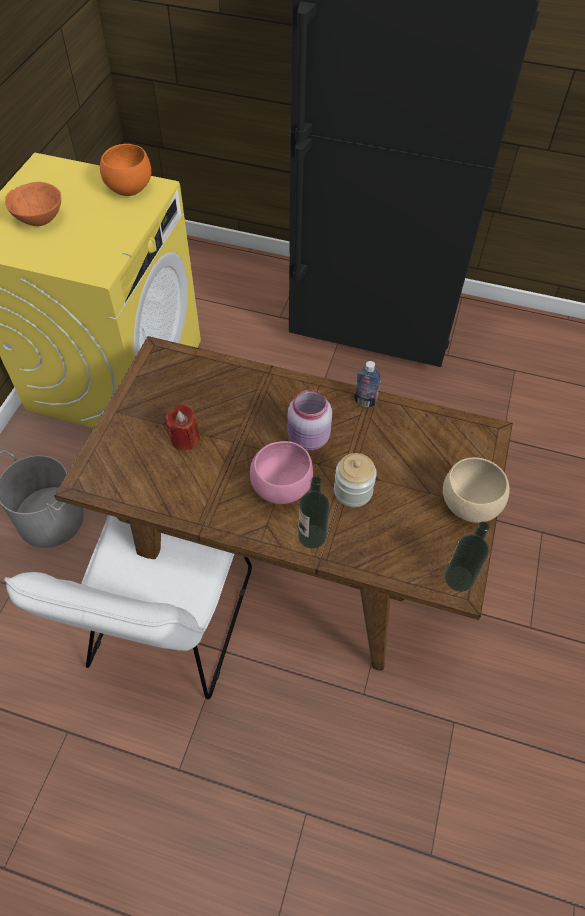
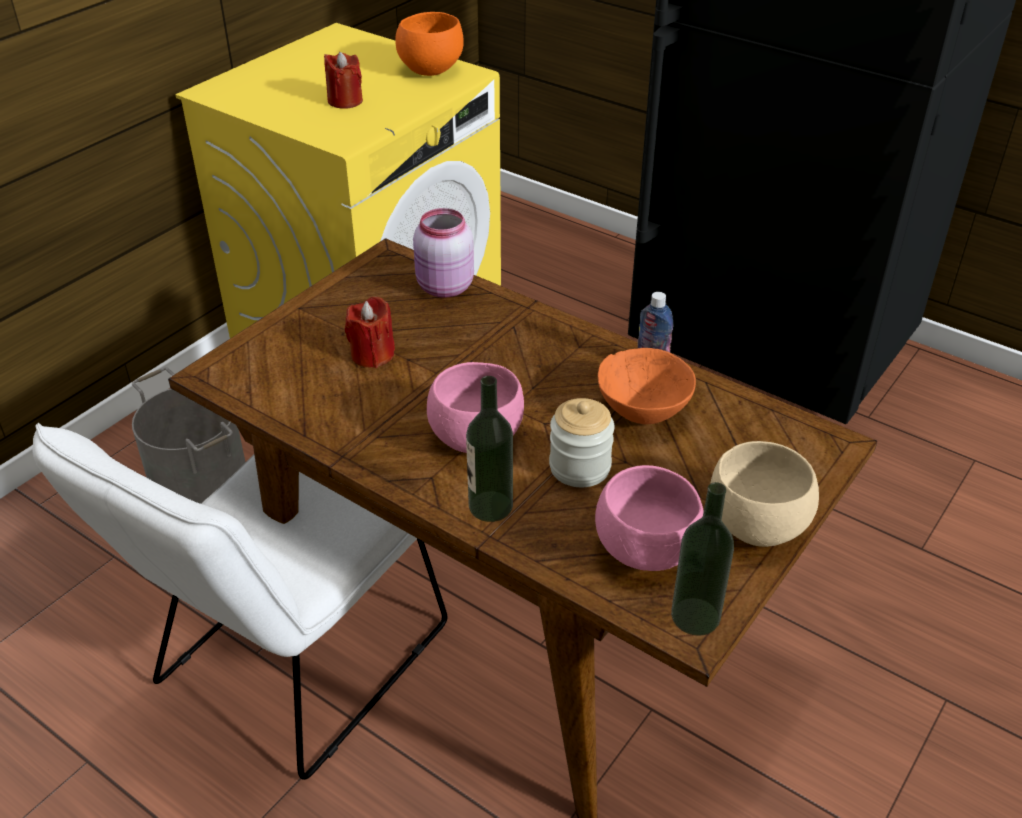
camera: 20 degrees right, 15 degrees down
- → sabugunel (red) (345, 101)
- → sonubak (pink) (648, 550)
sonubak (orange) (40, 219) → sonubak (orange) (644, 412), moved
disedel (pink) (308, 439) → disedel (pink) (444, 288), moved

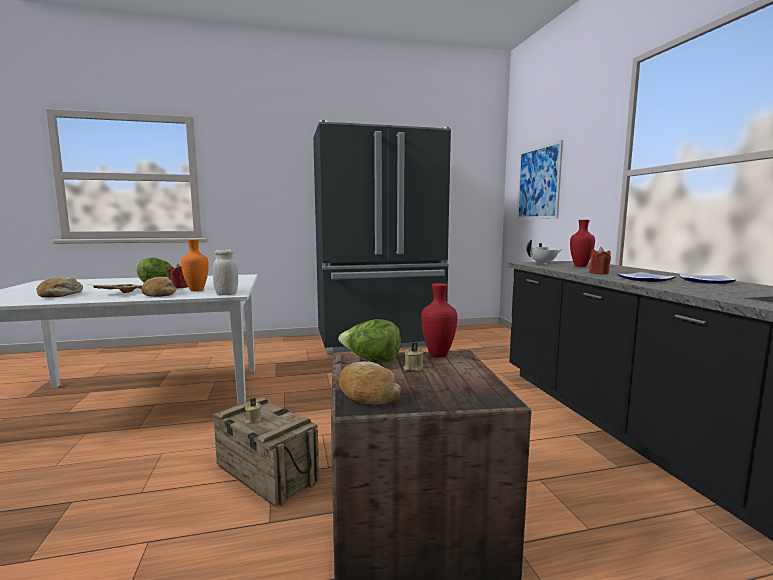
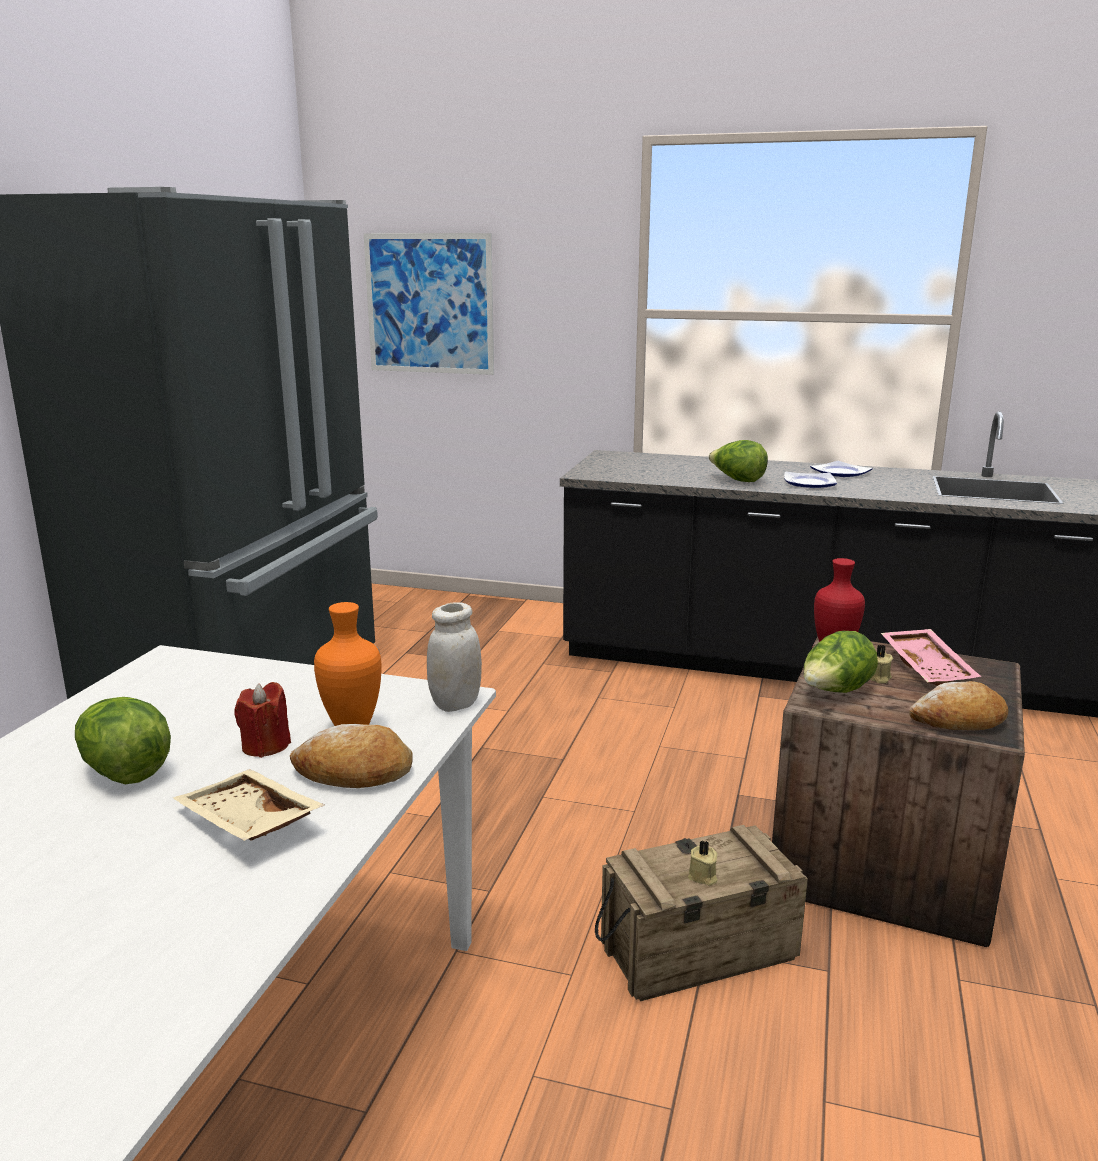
camera: 60 degrees left, 10 degrees up
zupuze (61, 294) → -
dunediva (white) (543, 263) → -
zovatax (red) (581, 266) → -
- → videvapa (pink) (929, 667)
sabugunel (red) (598, 273) → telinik (737, 480)

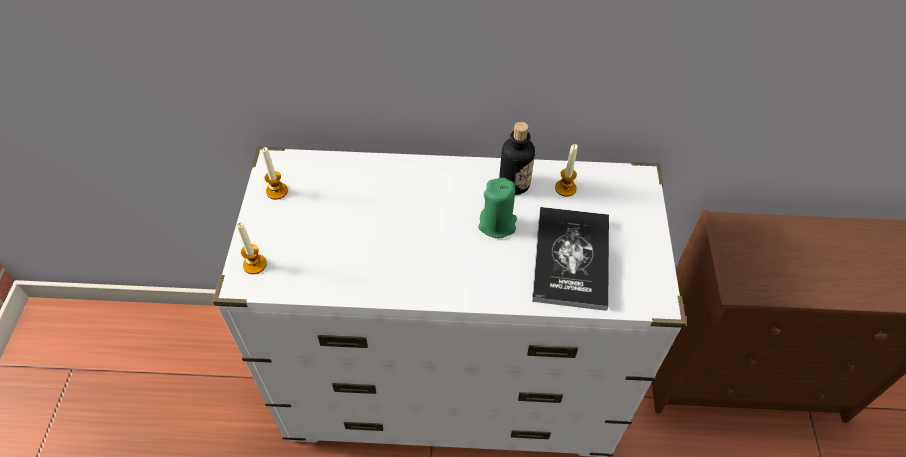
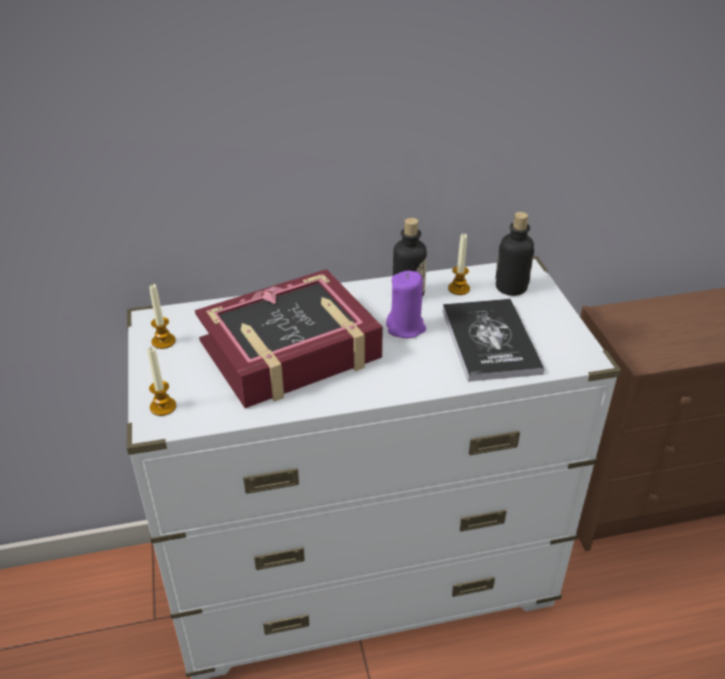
camera: 15 degrees left, 15 degrees down
- → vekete (290, 351)
- → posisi (511, 287)
sabugunel (green) (497, 224) → sabugunel (purple) (406, 327)

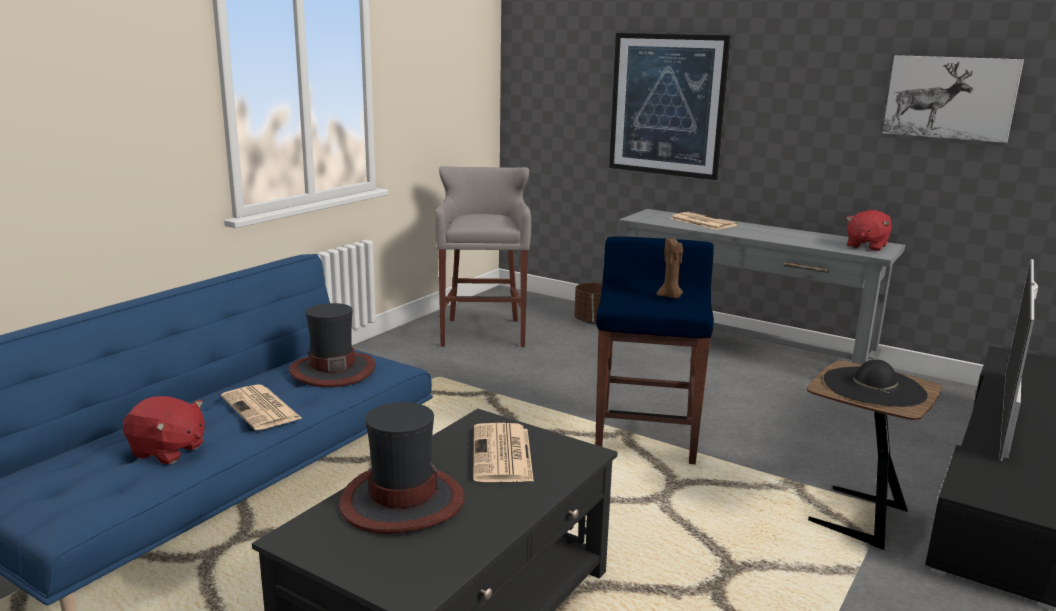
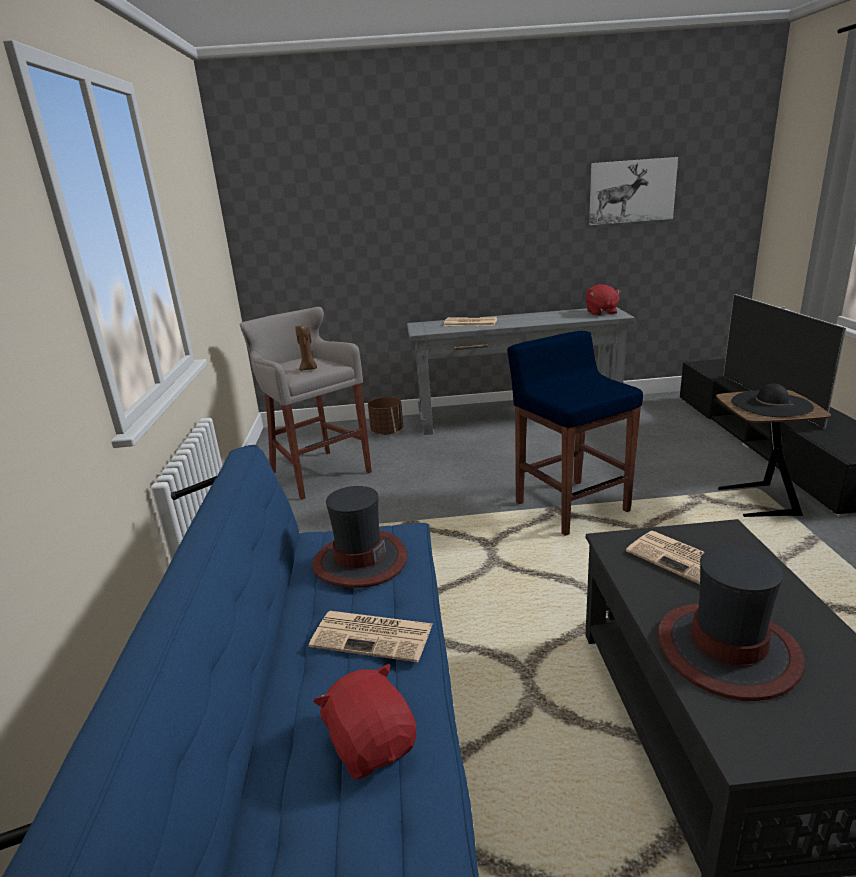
camera: 35 degrees left, 5 degrees up
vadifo (667, 105) → -
sabugunel (brown) (670, 296) → sabugunel (brown) (309, 369), moved
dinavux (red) (168, 451) → dinavux (red) (372, 744), 105 degrees counterclockwise

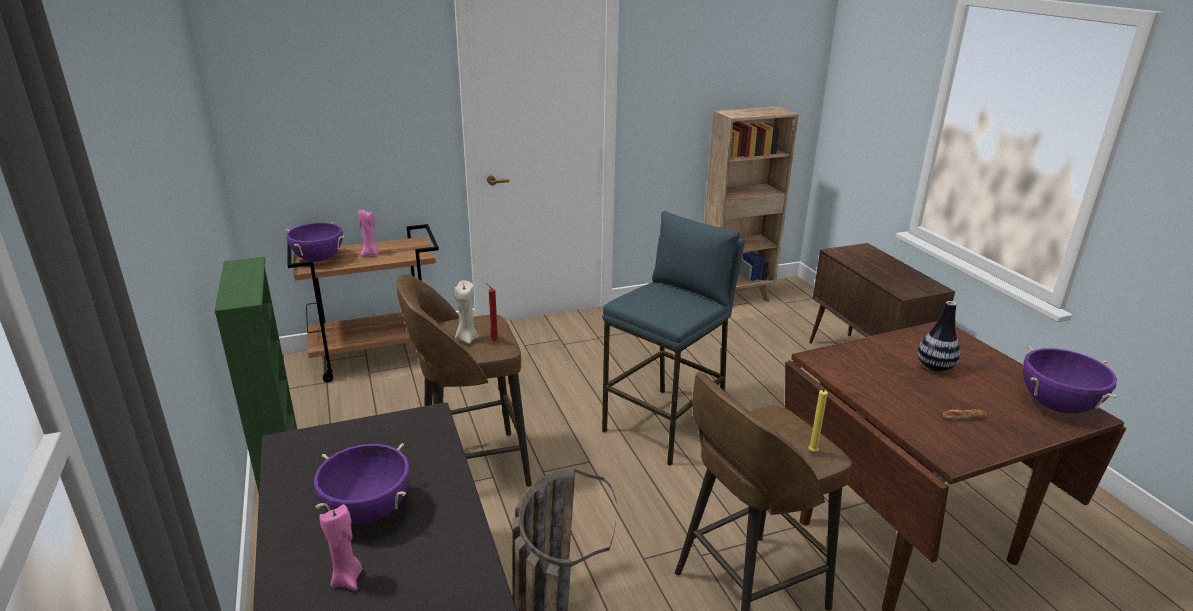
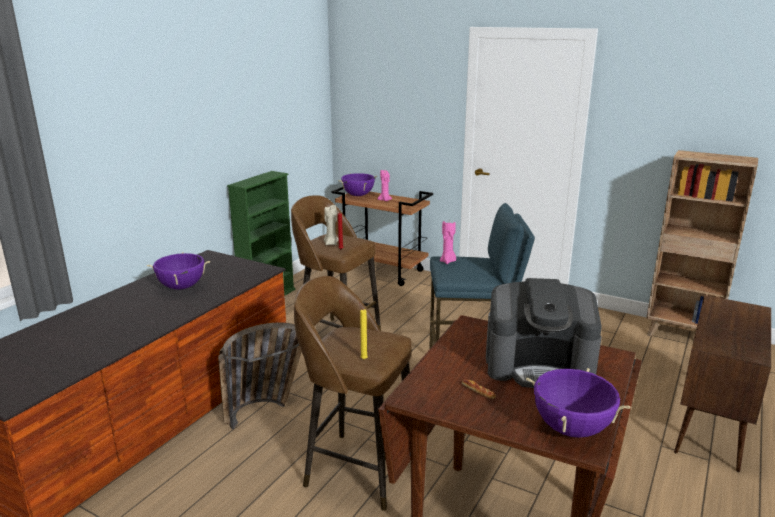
camera: 50 degrees right, 5 degrees down
sabugunel (pink) (347, 579) → sabugunel (pink) (448, 261), moved
zovatax (935, 367) → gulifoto (539, 365)

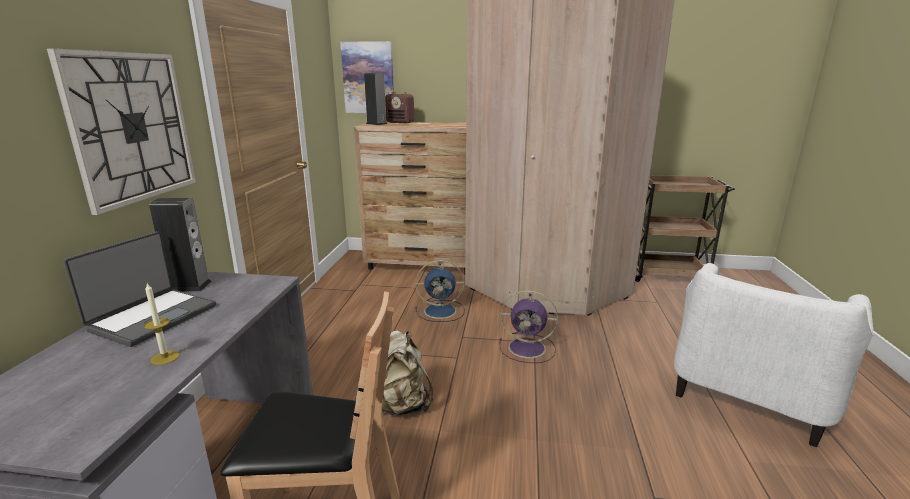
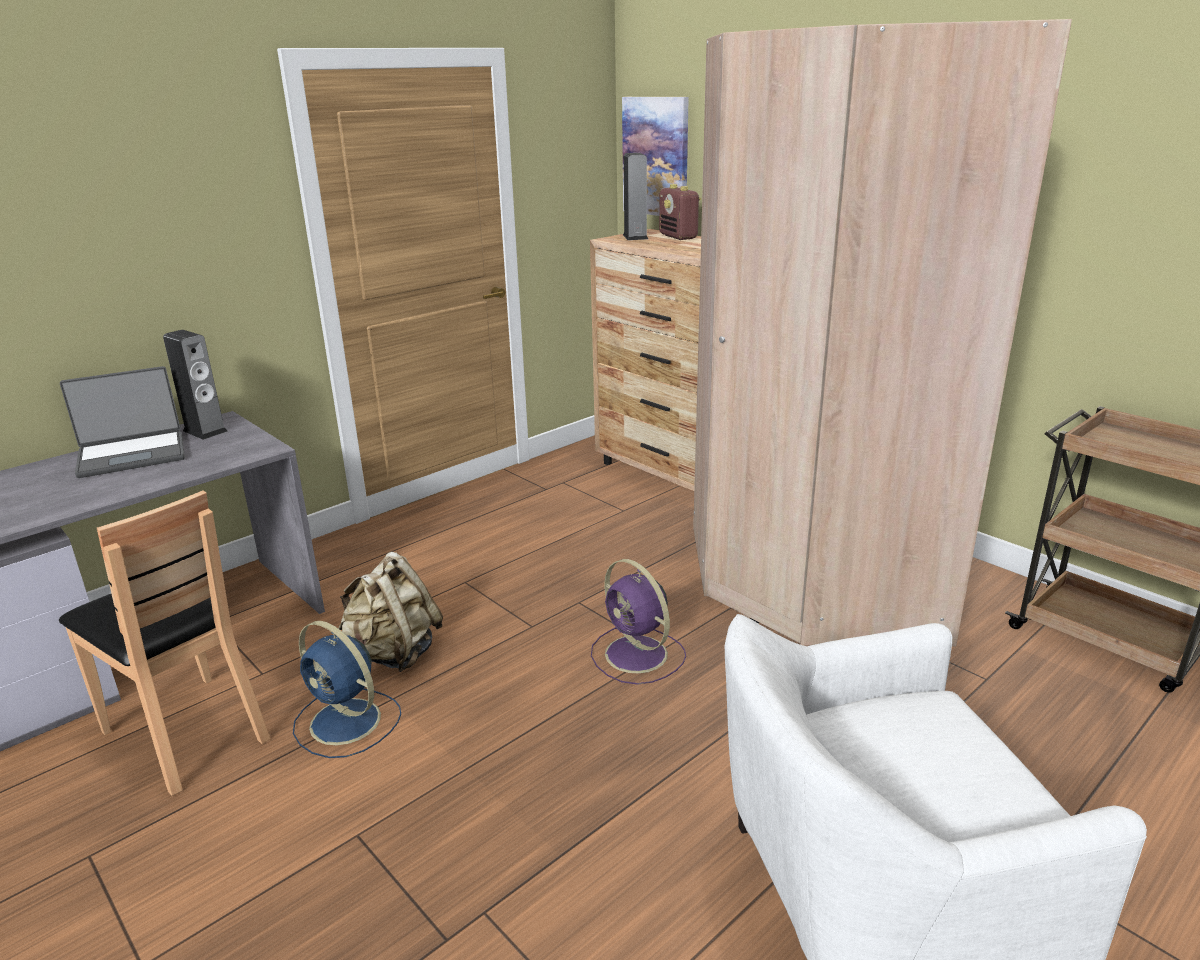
camera: 40 degrees right, 5 degrees up
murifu (132, 127) → -
sabugunel (165, 357) → -
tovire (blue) (441, 311) → tovire (blue) (347, 723), moved

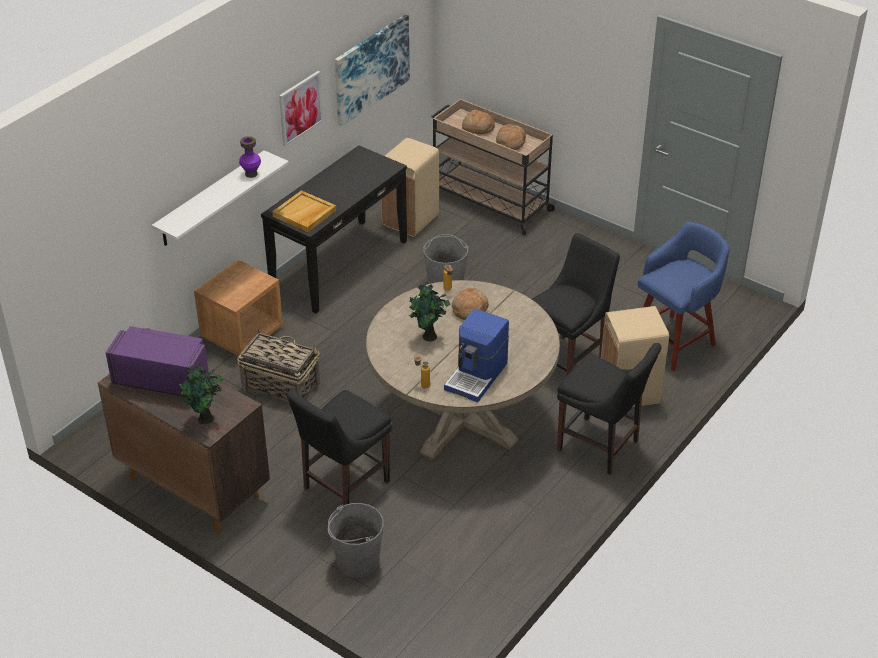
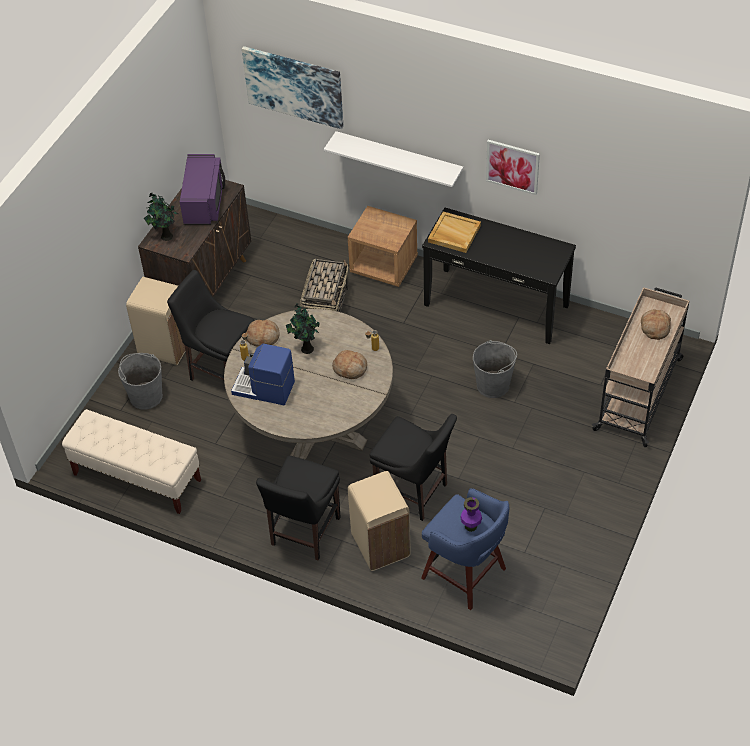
camera: 80 degrees right, 10 degrees up
- → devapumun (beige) (137, 477)
zovatax (purple) (251, 174) → zovatax (purple) (470, 526), moved
vadifo (371, 69) → vadifo (294, 86), moved
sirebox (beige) (410, 220) → sirebox (beige) (165, 346), moved
zupuze (510, 143) → zupuze (263, 337), moved

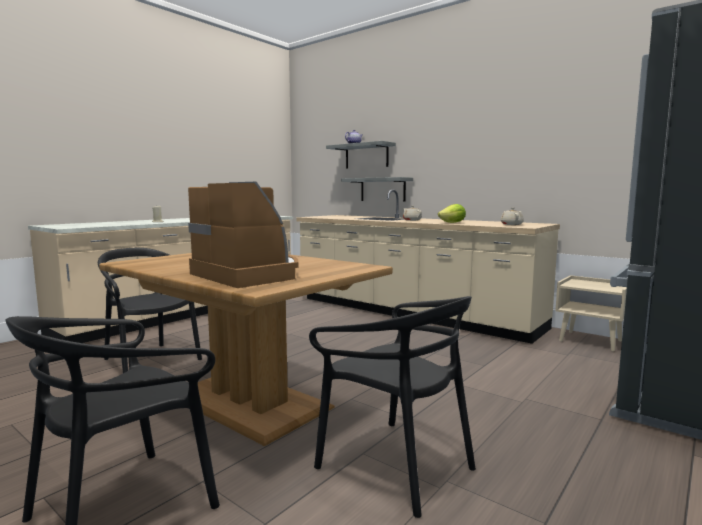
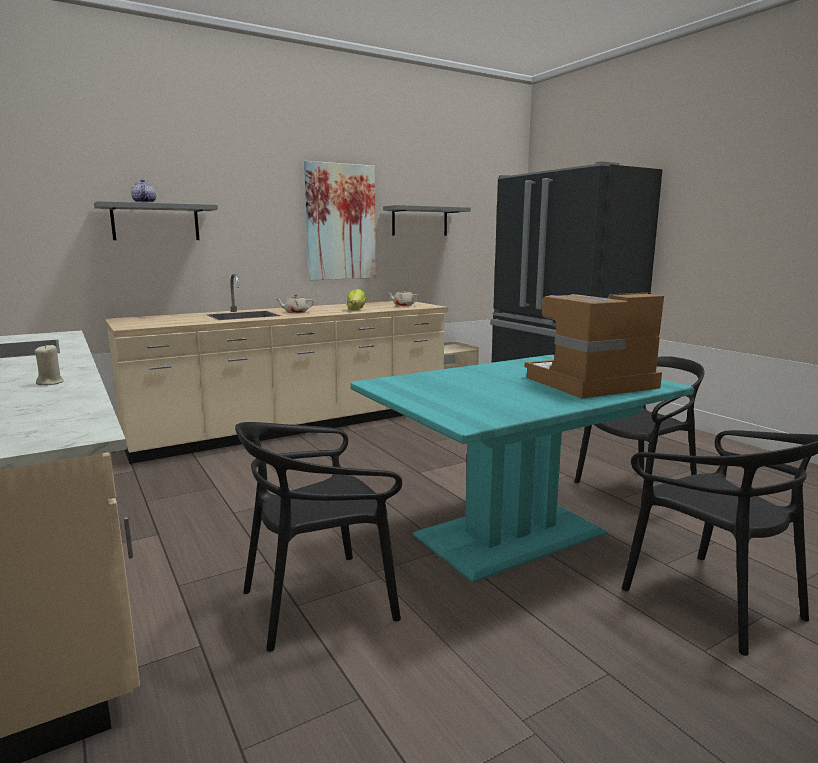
camera: 70 degrees left, 5 degrees up
- → vadifo (341, 222)
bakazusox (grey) (382, 189) → bakazusox (grey) (419, 221), moved
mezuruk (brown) (247, 402) → mezuruk (turquoise) (512, 535)

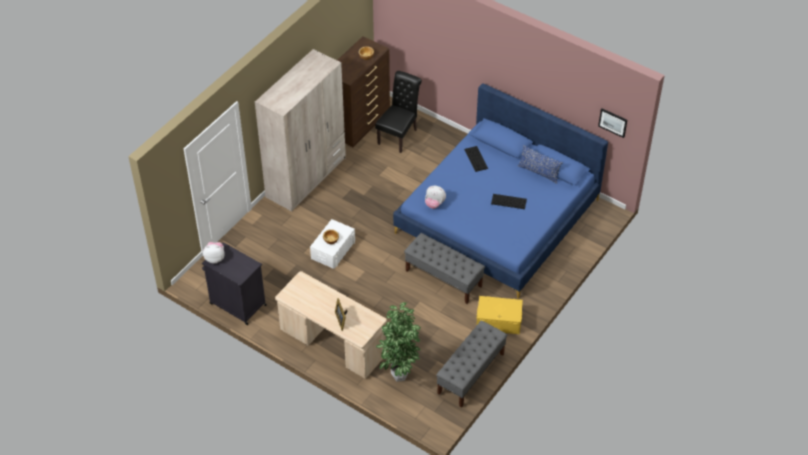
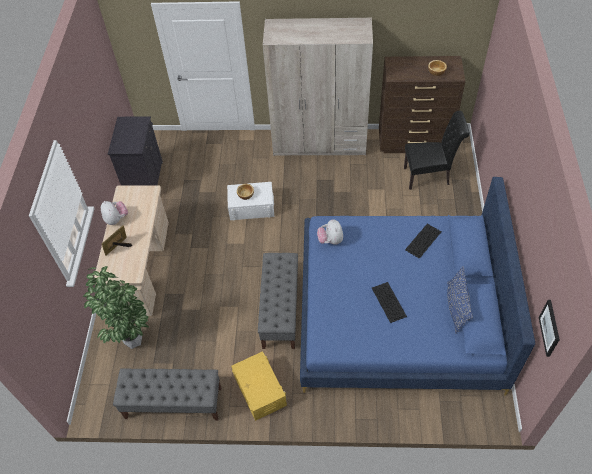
camera: 60 degrees right, 5 degrees up
dinavux (215, 258) → dinavux (116, 219), moved

